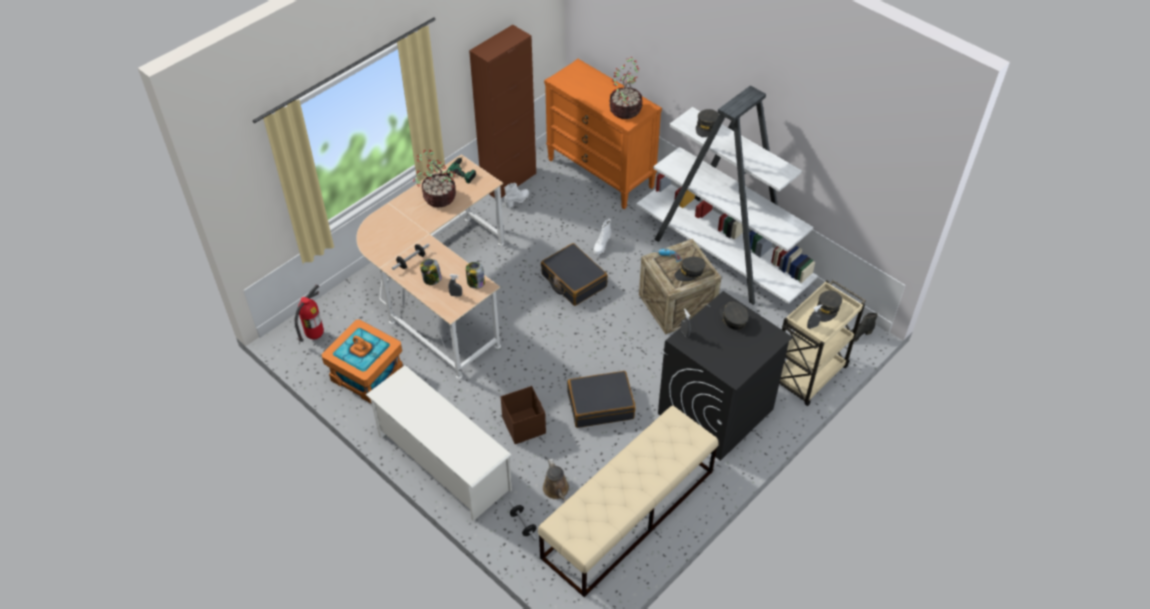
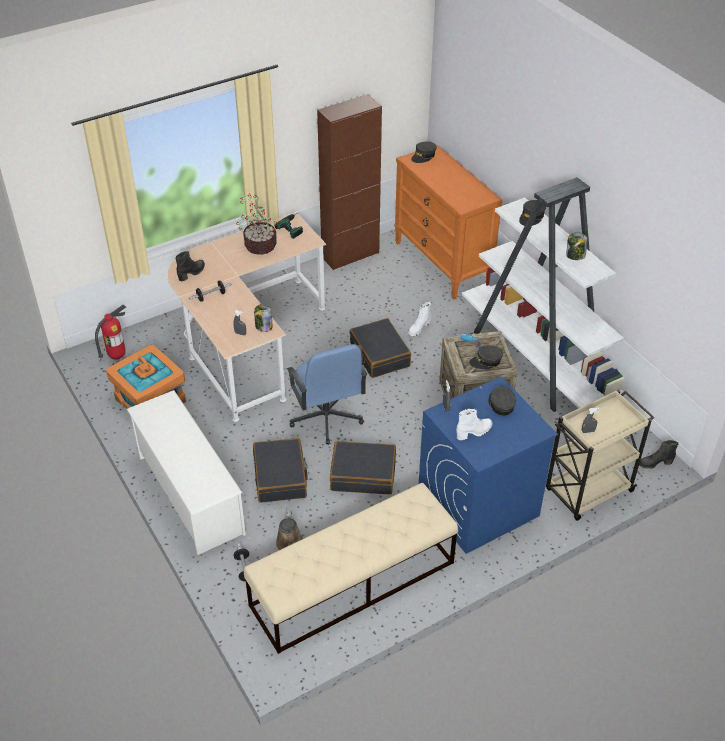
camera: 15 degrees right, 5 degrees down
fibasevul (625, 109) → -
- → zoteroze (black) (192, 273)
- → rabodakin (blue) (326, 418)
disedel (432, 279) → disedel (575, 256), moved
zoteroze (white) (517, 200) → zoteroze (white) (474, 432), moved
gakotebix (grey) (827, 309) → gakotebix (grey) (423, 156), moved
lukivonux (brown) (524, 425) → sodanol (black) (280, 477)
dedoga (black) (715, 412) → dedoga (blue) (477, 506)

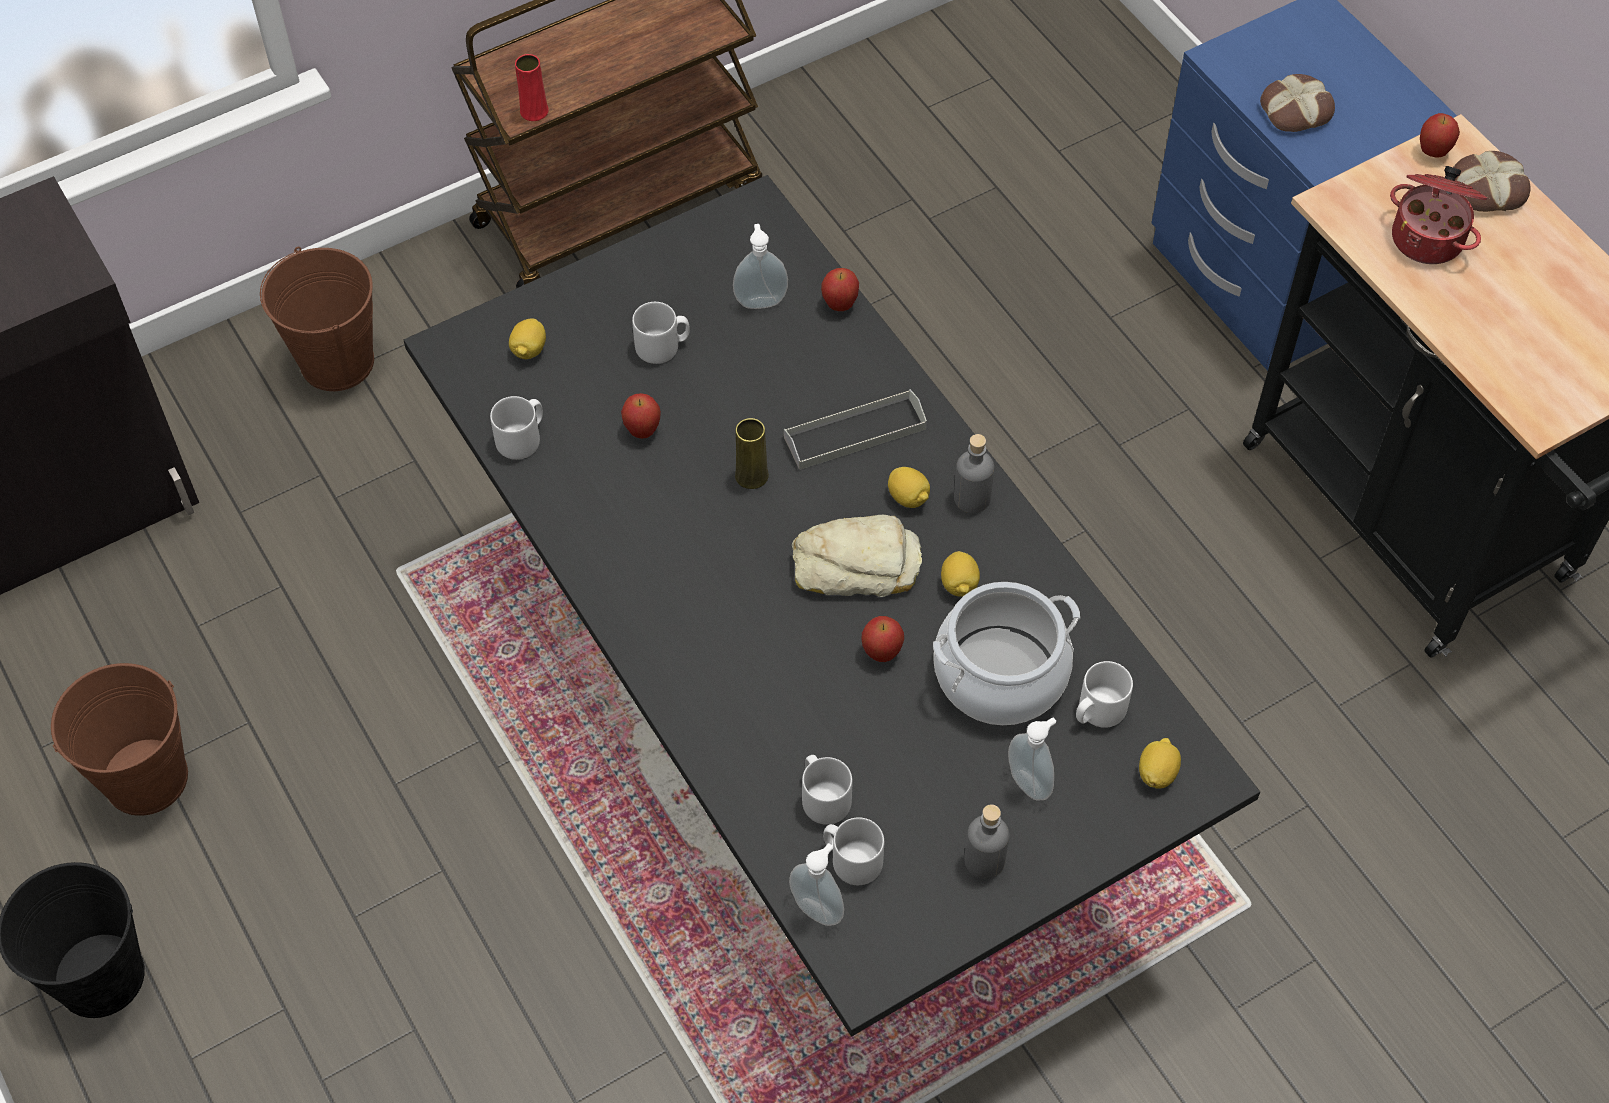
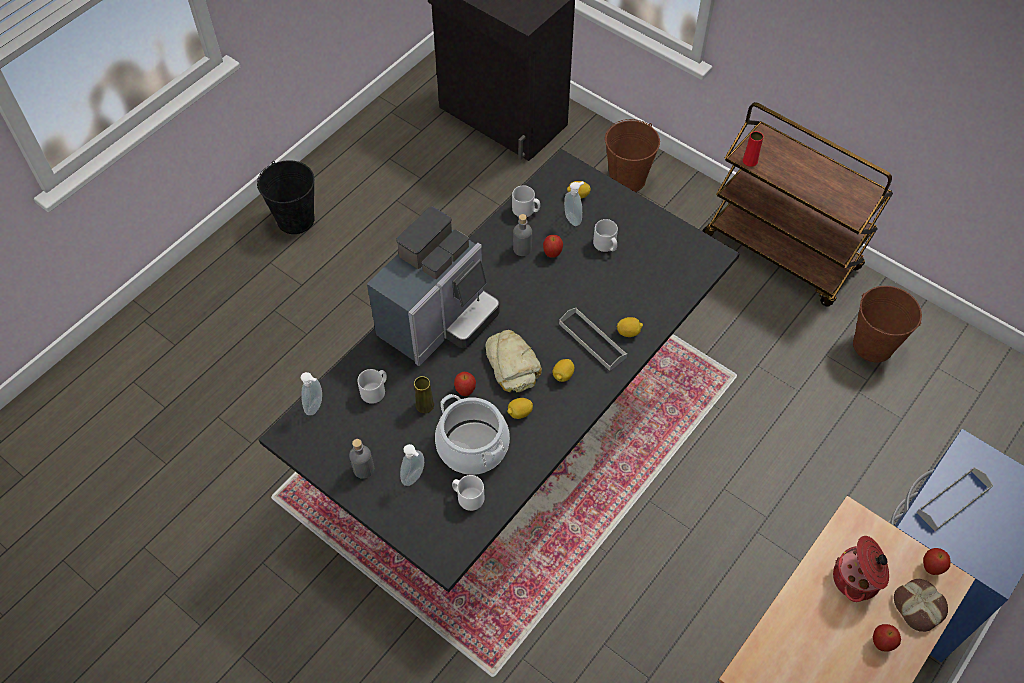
camera: 70 degrees right, 0 degrees up
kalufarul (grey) (851, 860) → -
- → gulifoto (439, 320)
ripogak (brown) (145, 778) → ripogak (brown) (873, 345), moved
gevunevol (760, 300) → gevunevol (573, 219), moved
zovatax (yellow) (751, 475) → zovatax (yellow) (424, 405), moved
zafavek (840, 305) → zafavek (881, 643), moved
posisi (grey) (972, 498) → posisi (grey) (522, 248), moved
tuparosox (1157, 773) → tuparosox (628, 332), moved
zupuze (1295, 109) → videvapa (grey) (953, 500)

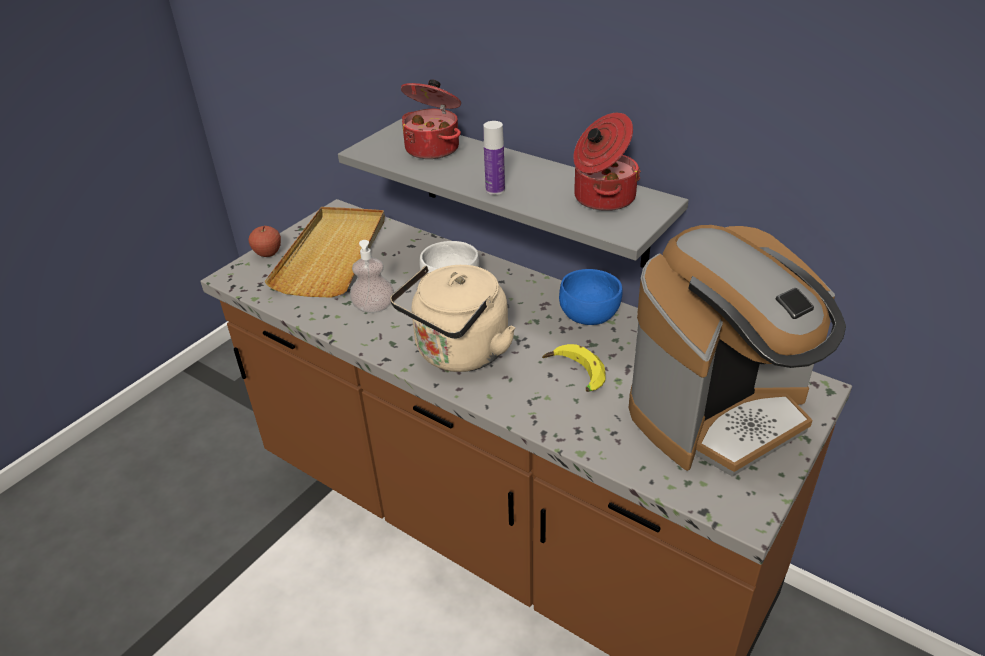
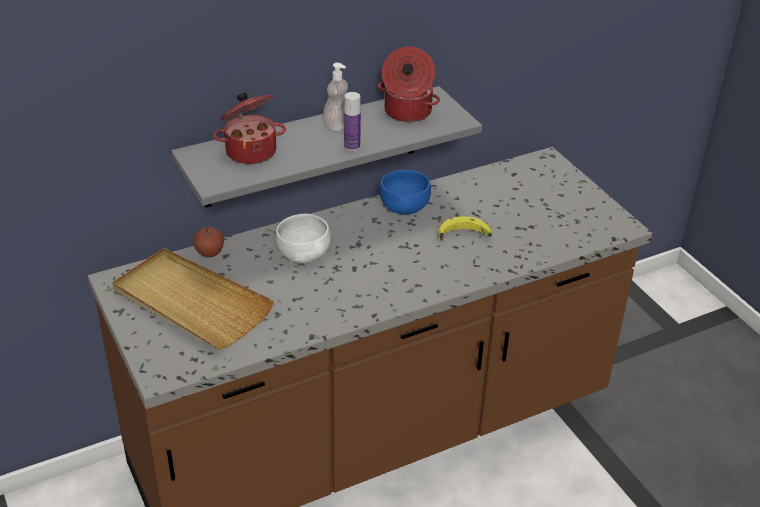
camera: 65 degrees left, 0 degrees up
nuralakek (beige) (459, 354) → -
gulifoto (719, 413) → -
zafavek (268, 253) → zafavek (209, 253), moved
gevunevol (374, 307) → gevunevol (337, 126), moved

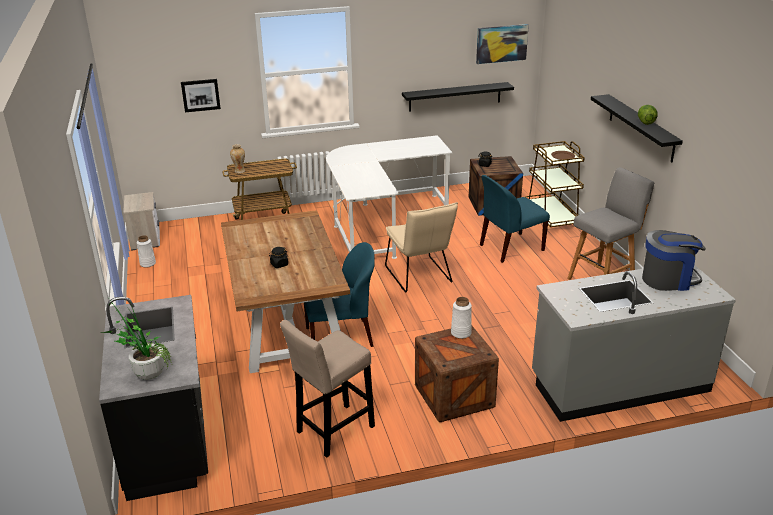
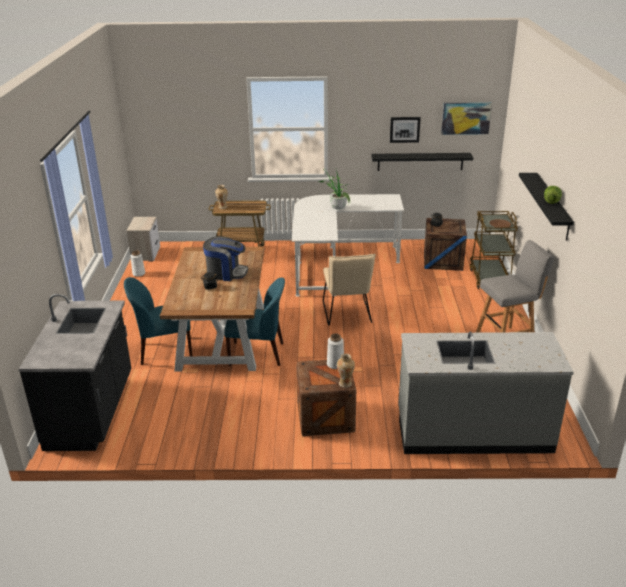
camera: 15 degrees right, 0 degrees up
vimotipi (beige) (332, 431) → -
- → zovatax (345, 383)
fibasevul (145, 373) → fibasevul (336, 207), moved
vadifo (200, 95) → vadifo (404, 129), moved
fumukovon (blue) (510, 248) → fumukovon (blue) (164, 350), moved
gulifoto (668, 279) → gulifoto (226, 273), moved

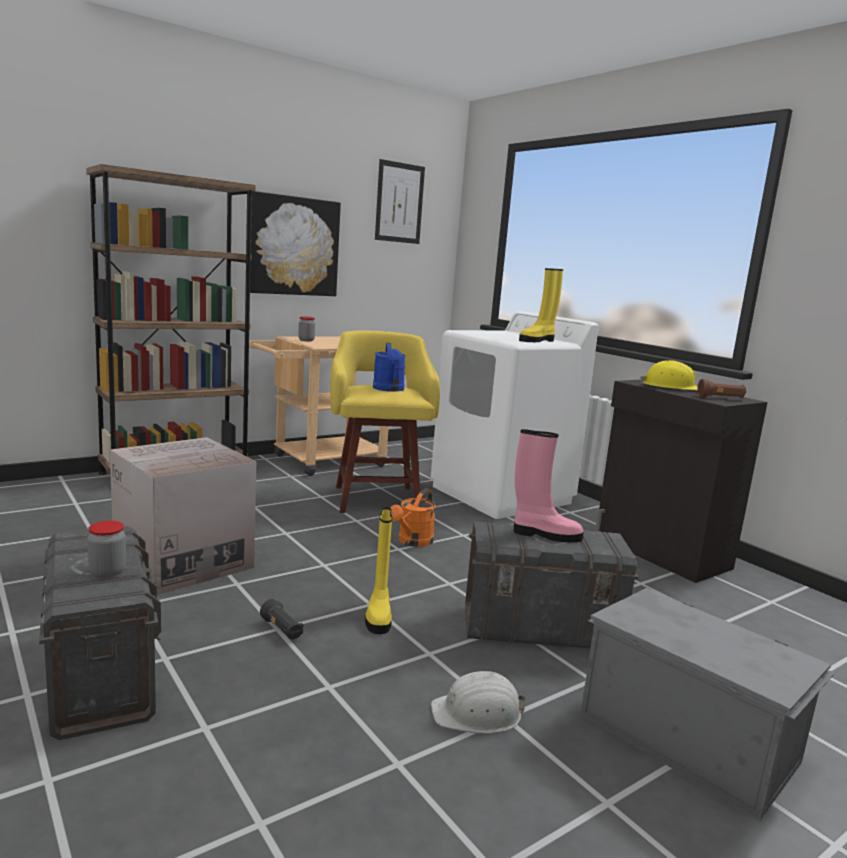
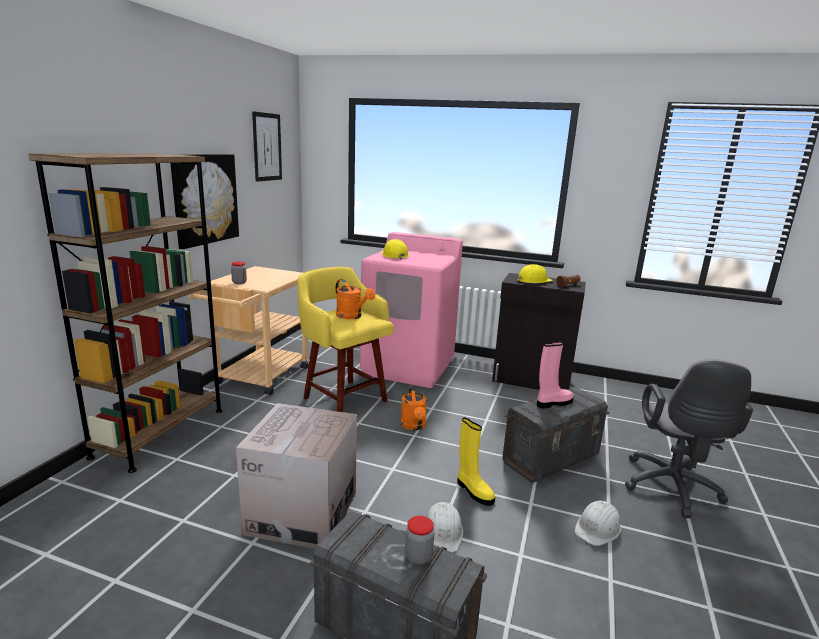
camera: 35 degrees left, 5 degrees up
zoteroze (yellow) (537, 341) → -
- → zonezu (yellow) (394, 255)
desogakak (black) (282, 630) → zonezu (white) (443, 531)
lukivonux (grey) (687, 735) → rabodakin (grey) (672, 490)
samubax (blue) (389, 389) → samubax (orange) (352, 316)
dedoga (white) (501, 495) → dedoga (pink) (408, 367)

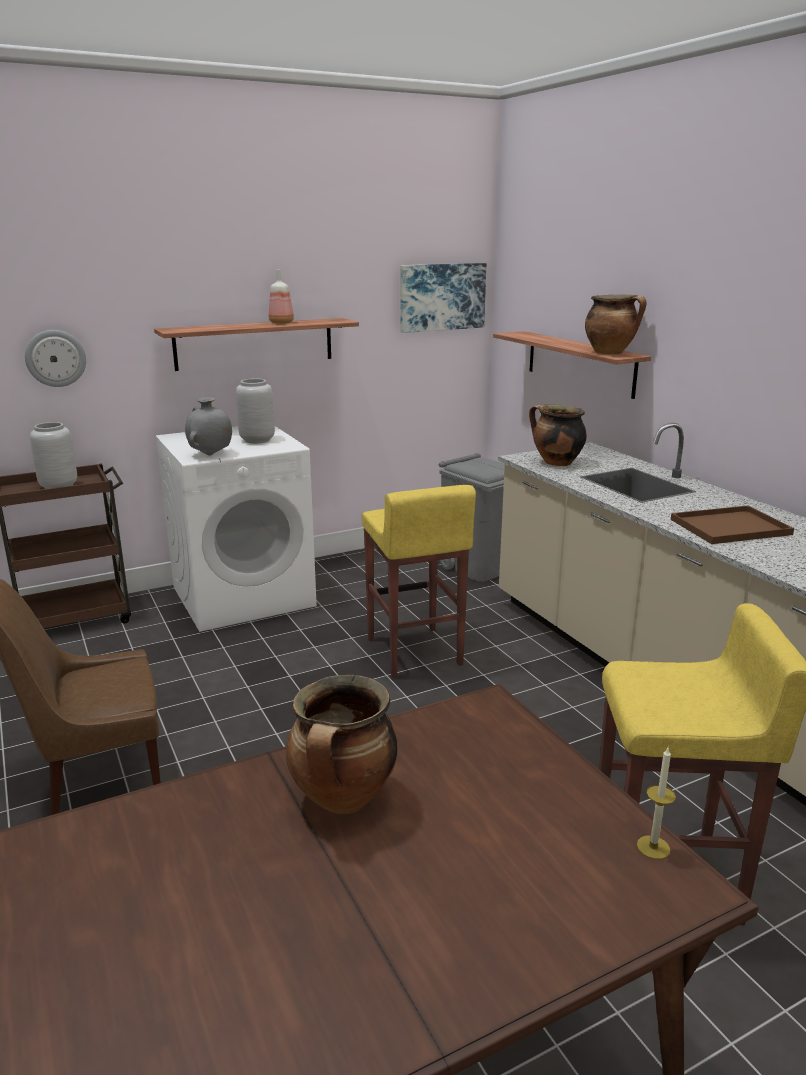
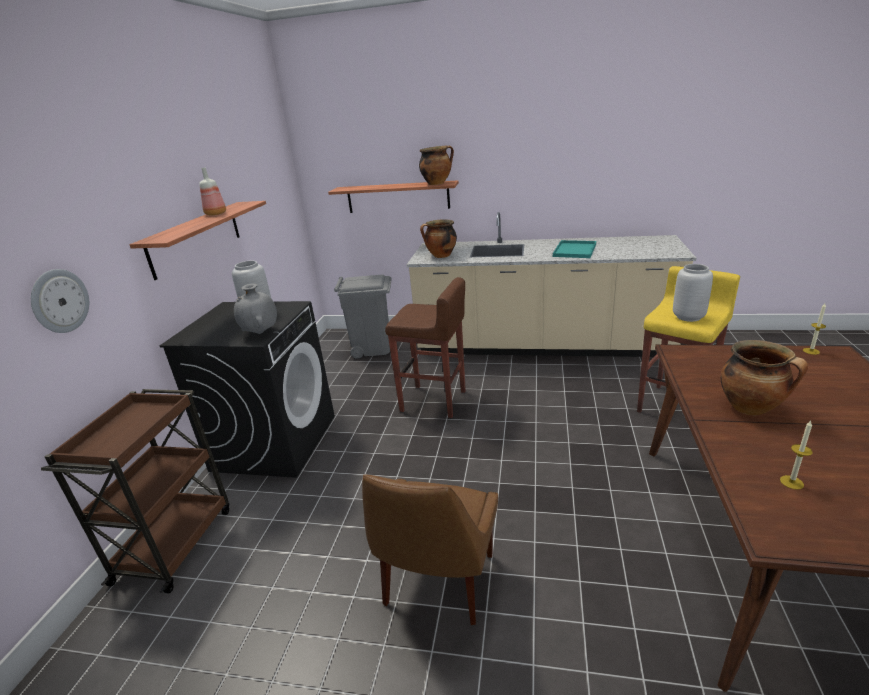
camera: 50 degrees left, 5 degrees up
vadifo (441, 297) → -
- → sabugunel (791, 482)
zovatax (grey) (58, 486) → zovatax (grey) (688, 317), moved
dedoga (white) (244, 596) → dedoga (black) (275, 442)
vimotipi (yellow) (413, 652) → vimotipi (brown) (434, 401)
videvapa (brown) (729, 527) → videvapa (turquoise) (575, 250)

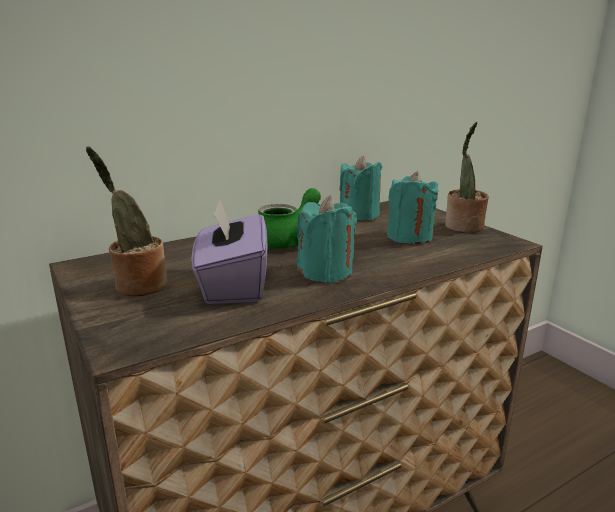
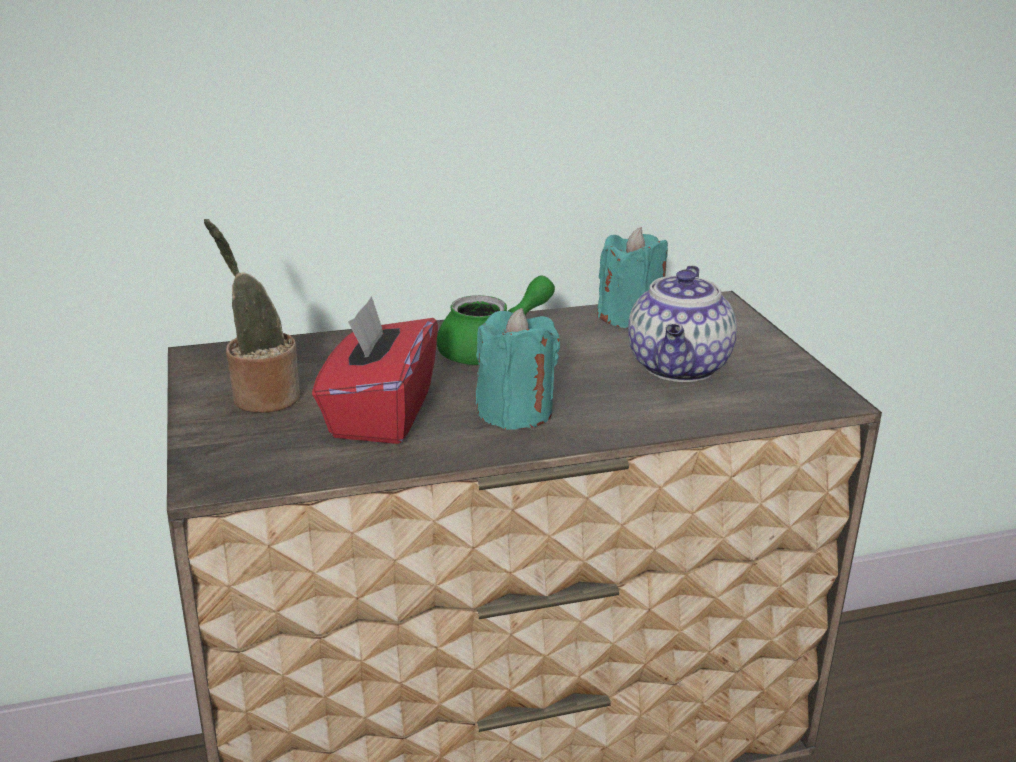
camera: 15 degrees right, 5 degrees up
fibasevul (463, 227) → -
sabugunel (turquoise) (409, 237) → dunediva (679, 368)
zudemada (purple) (232, 285) → zudemada (red) (380, 414)

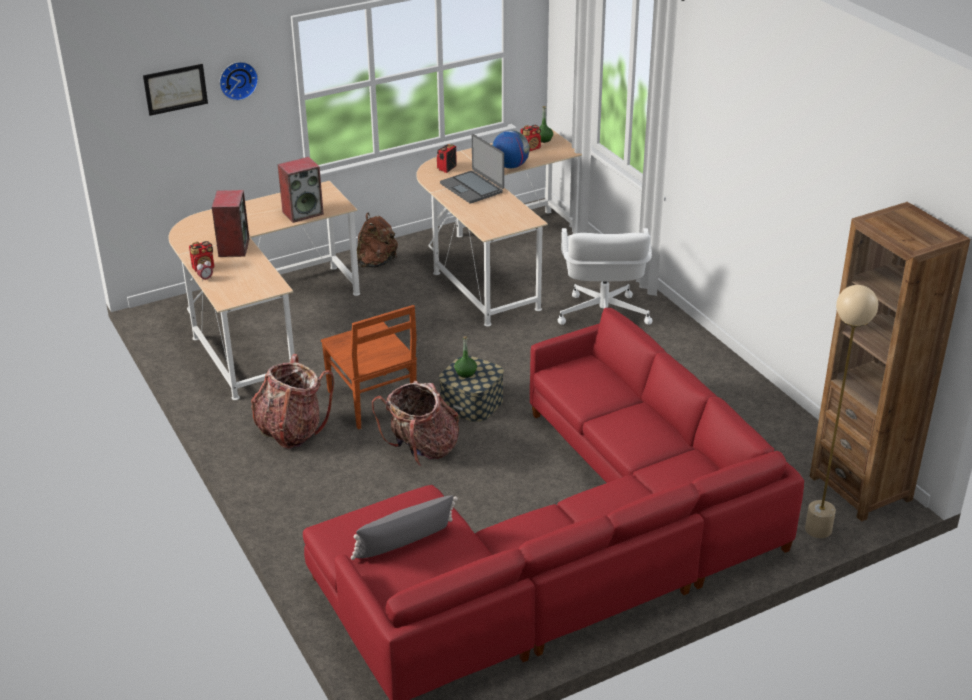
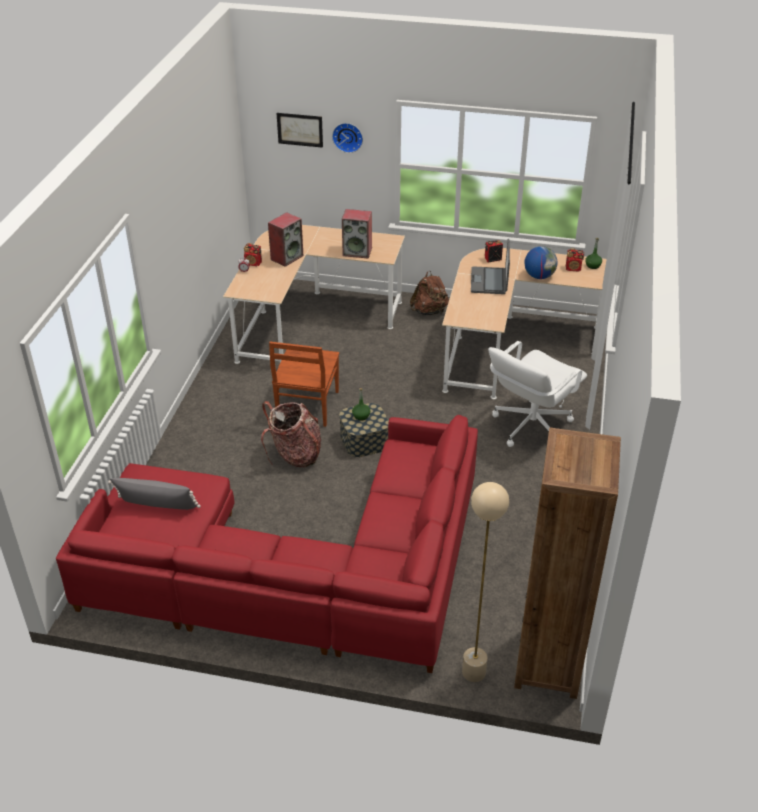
camera: 40 degrees right, 5 degrees up
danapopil (291, 430) → -

